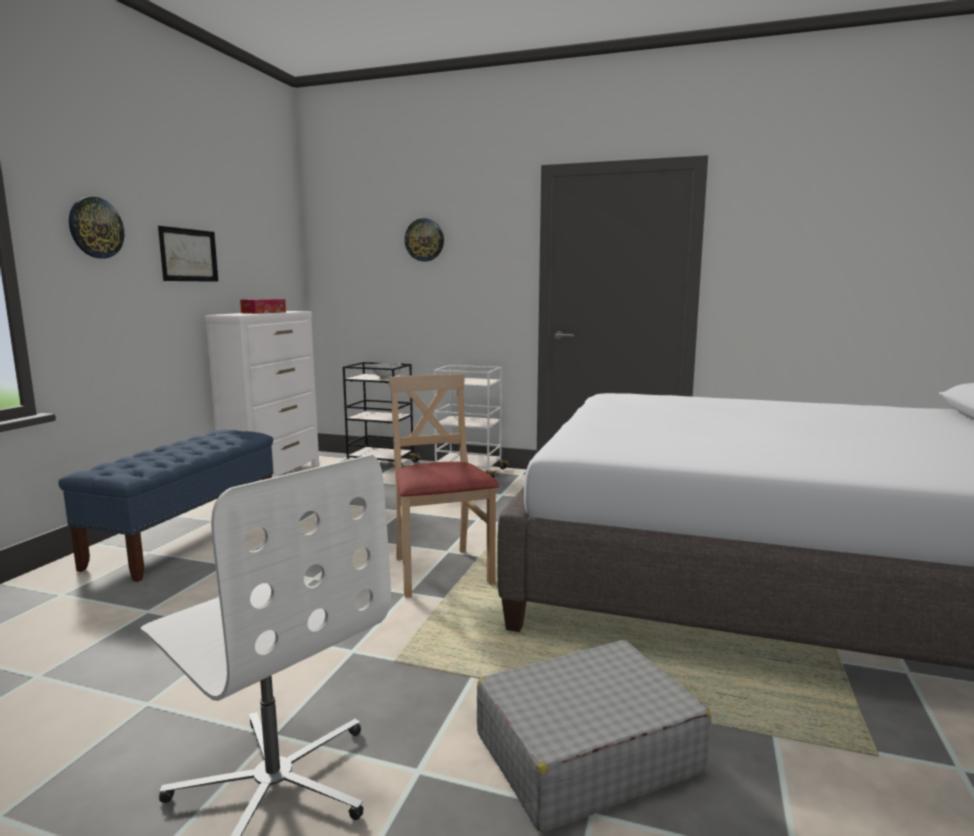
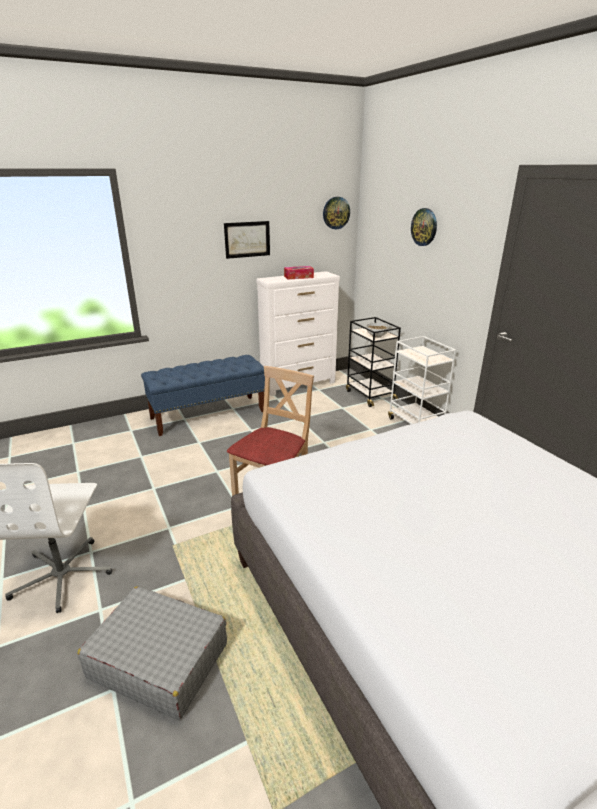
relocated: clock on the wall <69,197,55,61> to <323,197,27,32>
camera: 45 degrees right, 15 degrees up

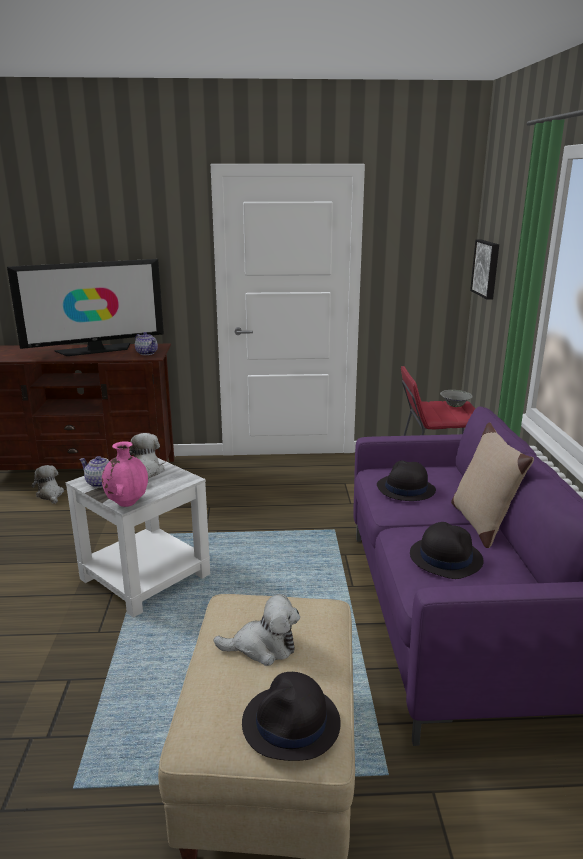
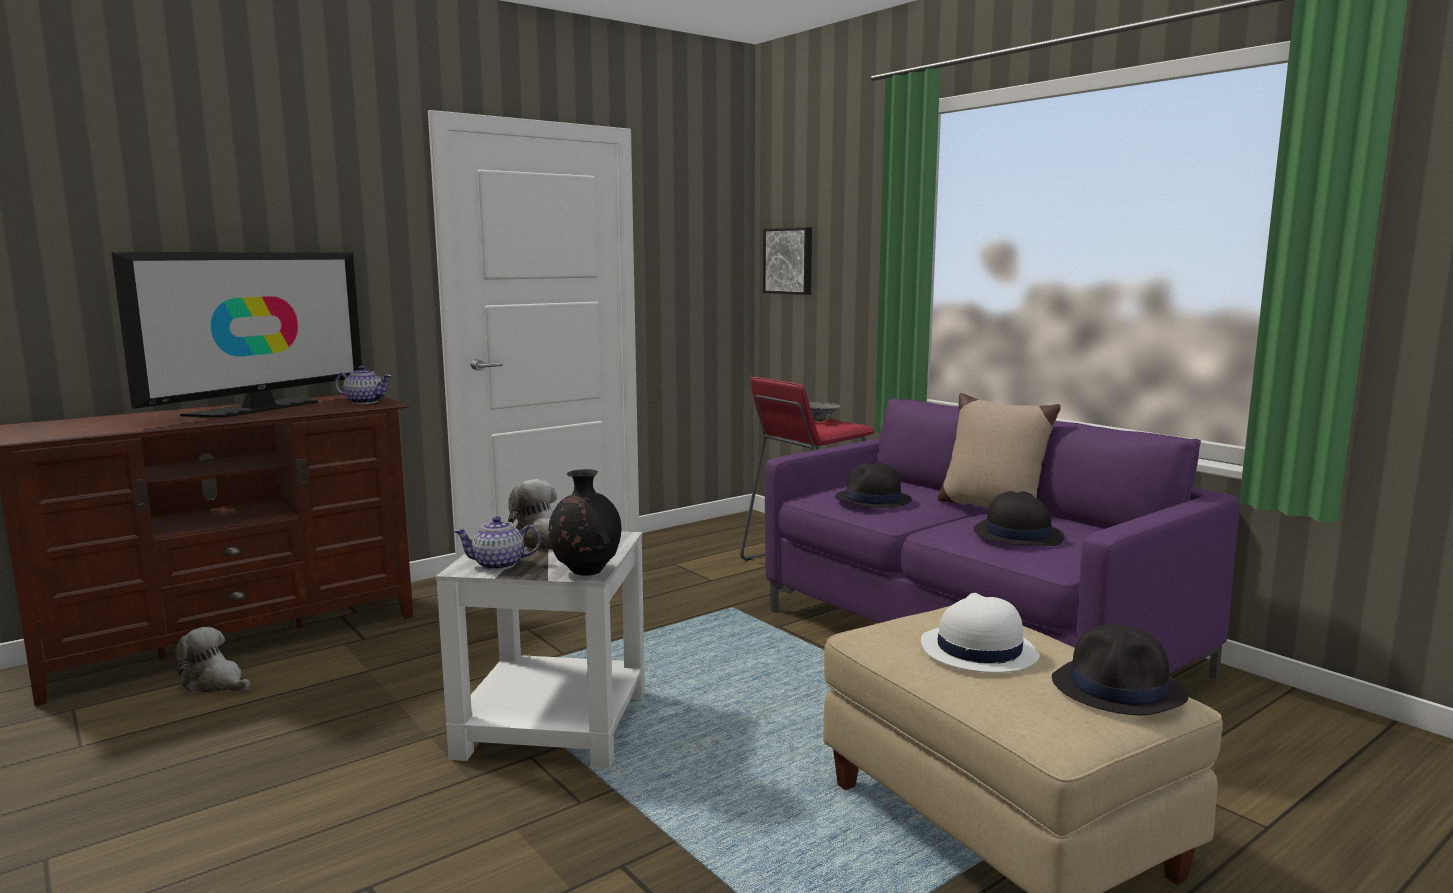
exchanged: cuddly toy <213,594,87,72> to whitish hat <921,593,119,80>
colour: pinkish flower vase <102,441,46,66> to blackish flower vase <548,469,74,107>
camera: 35 degrees left, 10 degrees down

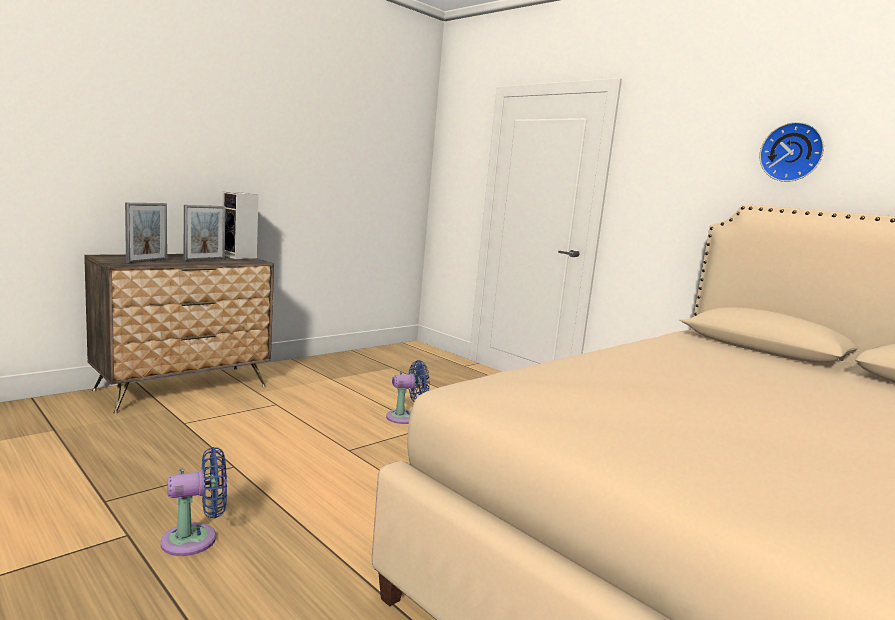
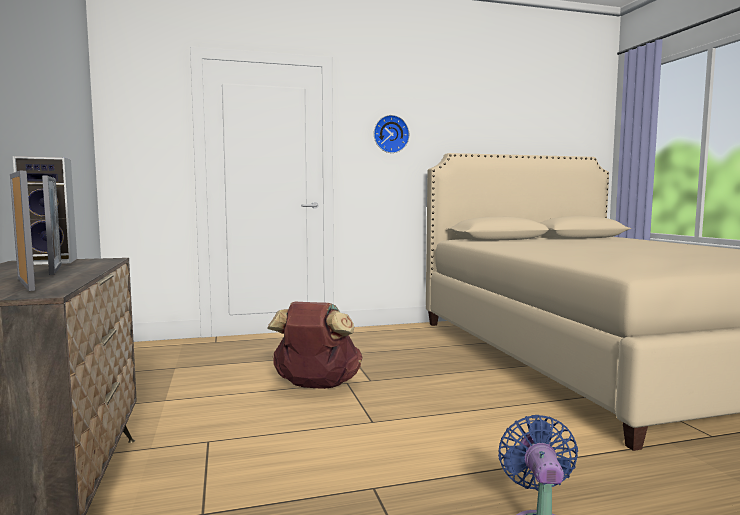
relocated: clock on the wall <759,122,65,60> to <374,115,35,38>
exchanged: blue-coloured fan <386,360,44,64> to brown rucksack <268,302,95,87>
camera: 60 degrees left, 5 degrees down

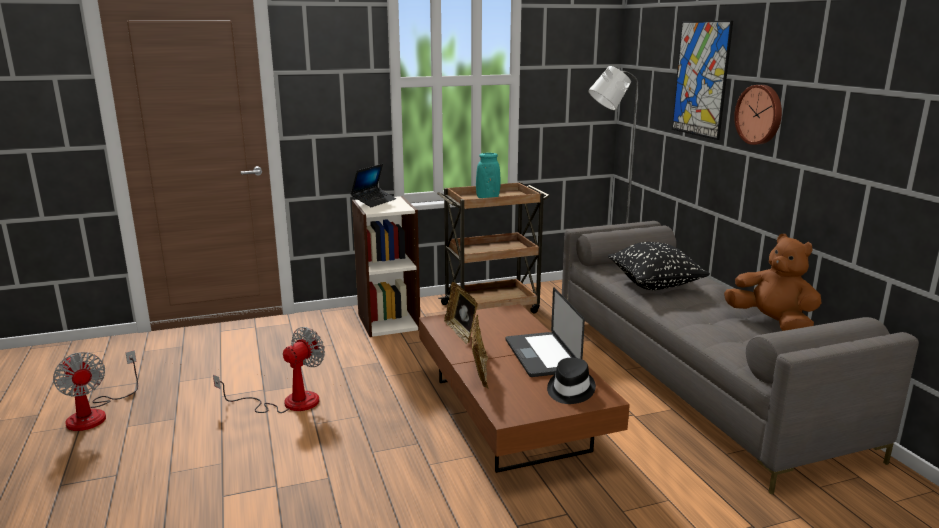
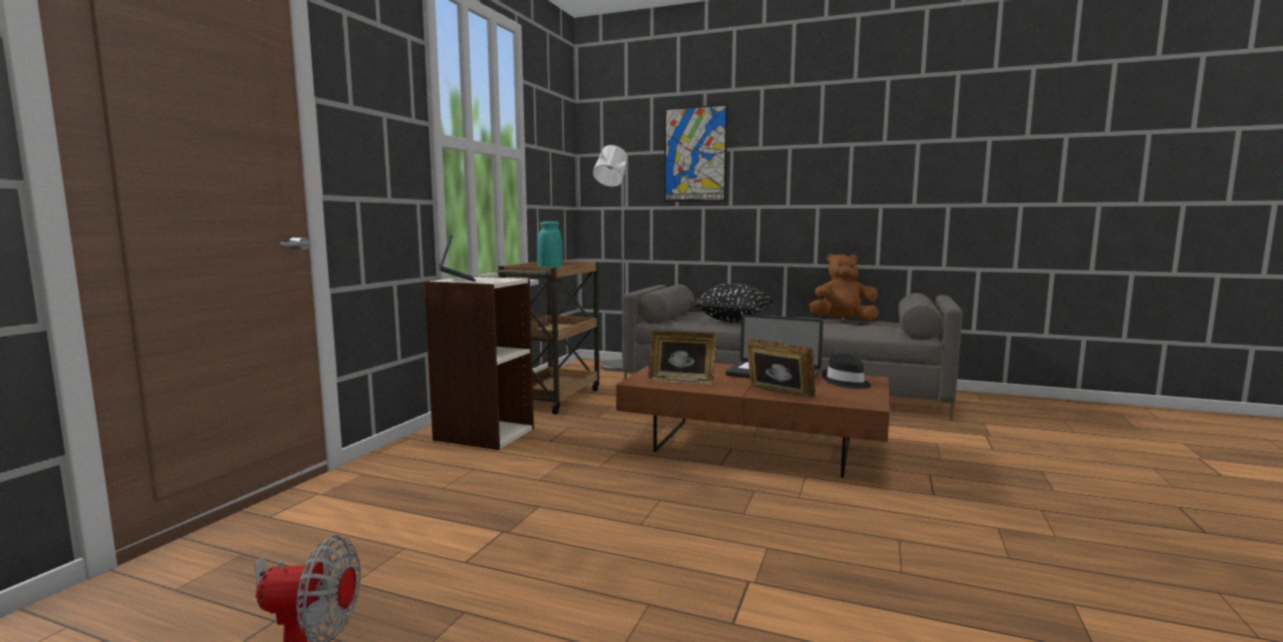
missing: fan <213,327,112,86>; clock on the wall <734,85,48,60>
camera: 50 degrees left, 10 degrees down

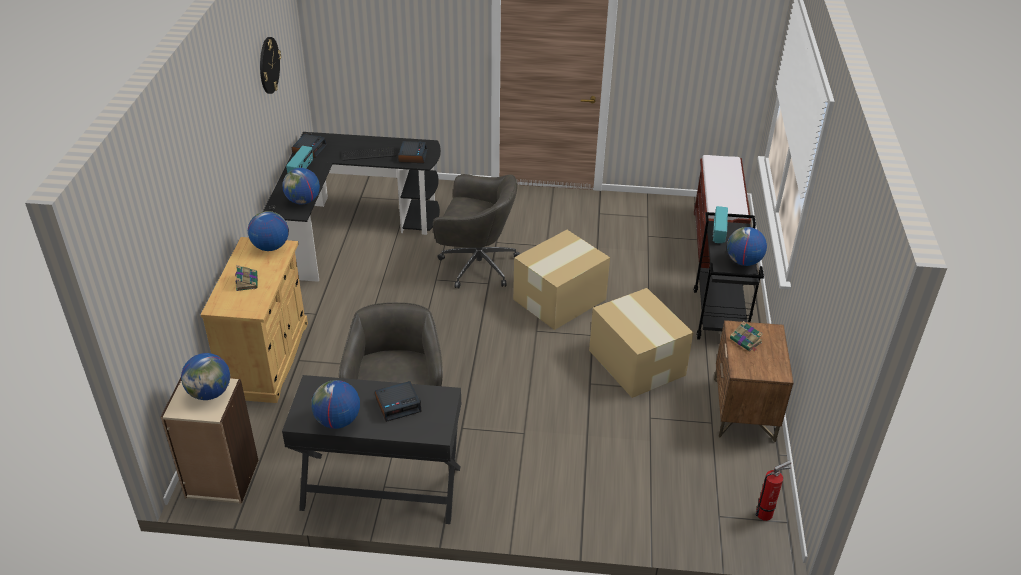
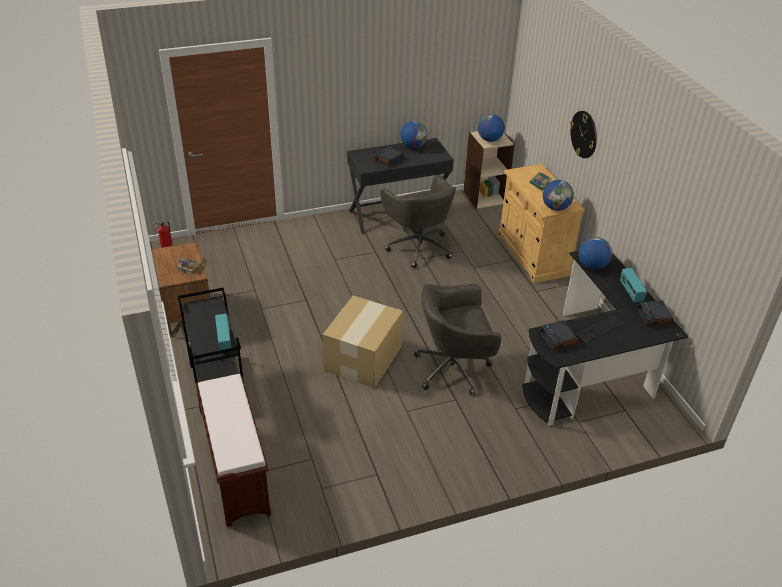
missing: cardboard box <589,288,105,110>; desk globe <727,227,40,39>
relocated: clock on the wall <260,37,21,57> to <570,111,27,47>
camera: 155 degrees right, 0 degrees up

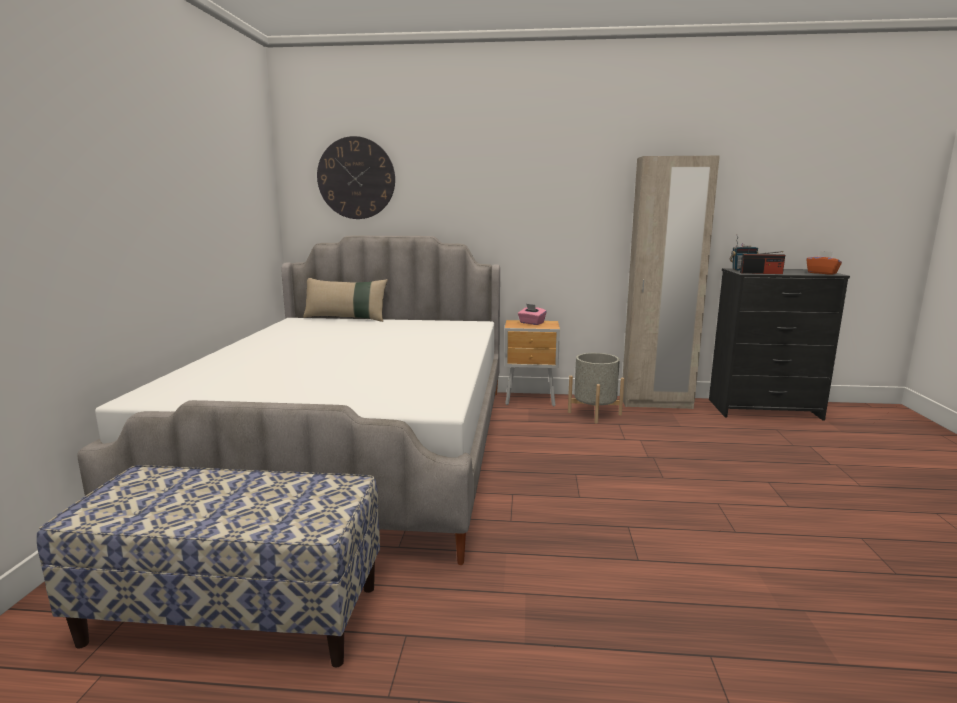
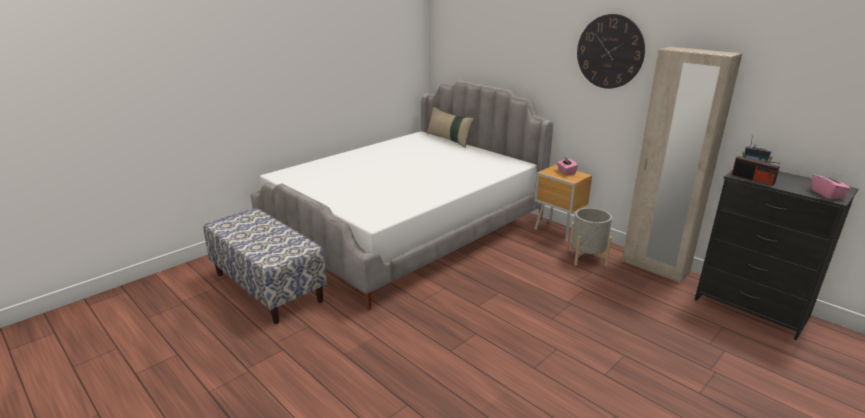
relocated: clock on the wall <317,136,78,83> to <577,14,68,75>
colour: orangey tissue holder <806,251,36,24> to pinkish tissue holder <811,171,40,28>
camera: 40 degrees right, 10 degrees up

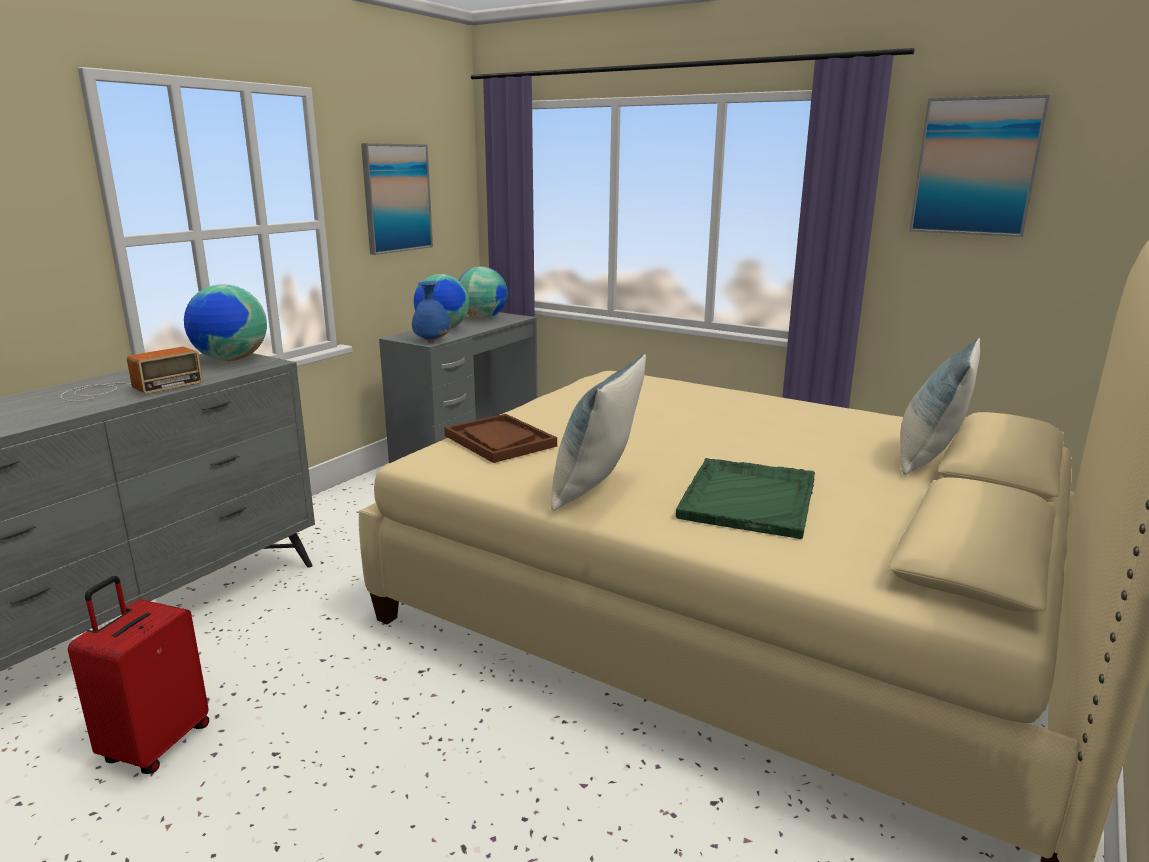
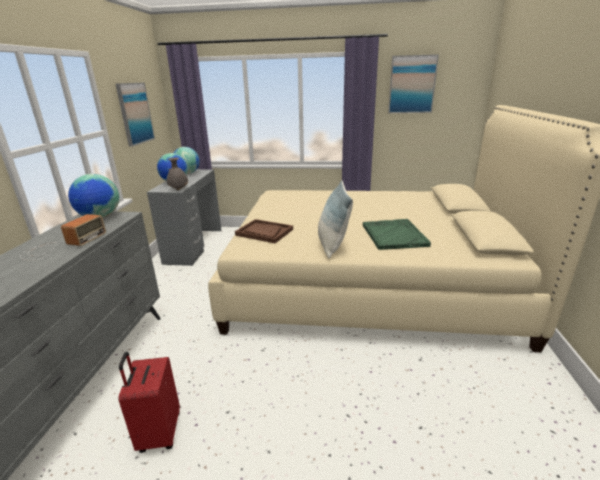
missing: pillow <900,338,80,137>
colour: blue-coloured flower vase <412,281,39,61> to greyish flower vase <167,158,21,32>
camera: 25 degrees left, 5 degrees up

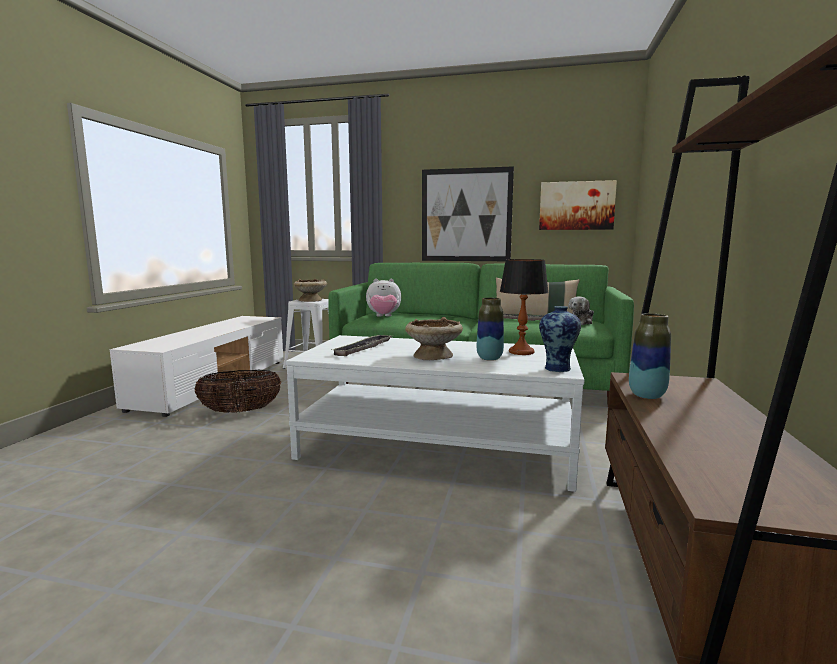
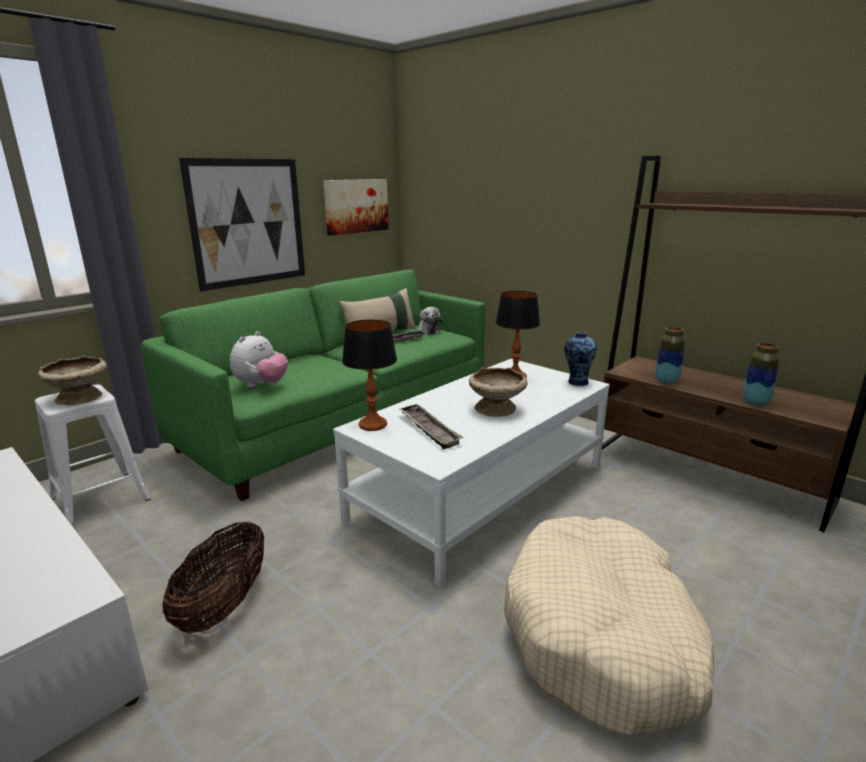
appeared: table lamp <342,320,55,111>; beige-coloured pet bed <504,516,210,219>
relocated: flower vase <477,298,27,63> to <743,343,36,63>
camera: 60 degrees left, 10 degrees up

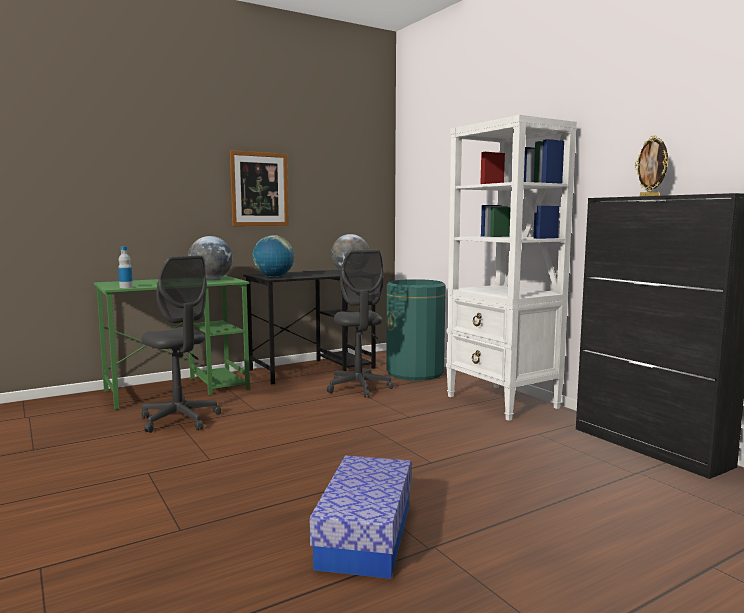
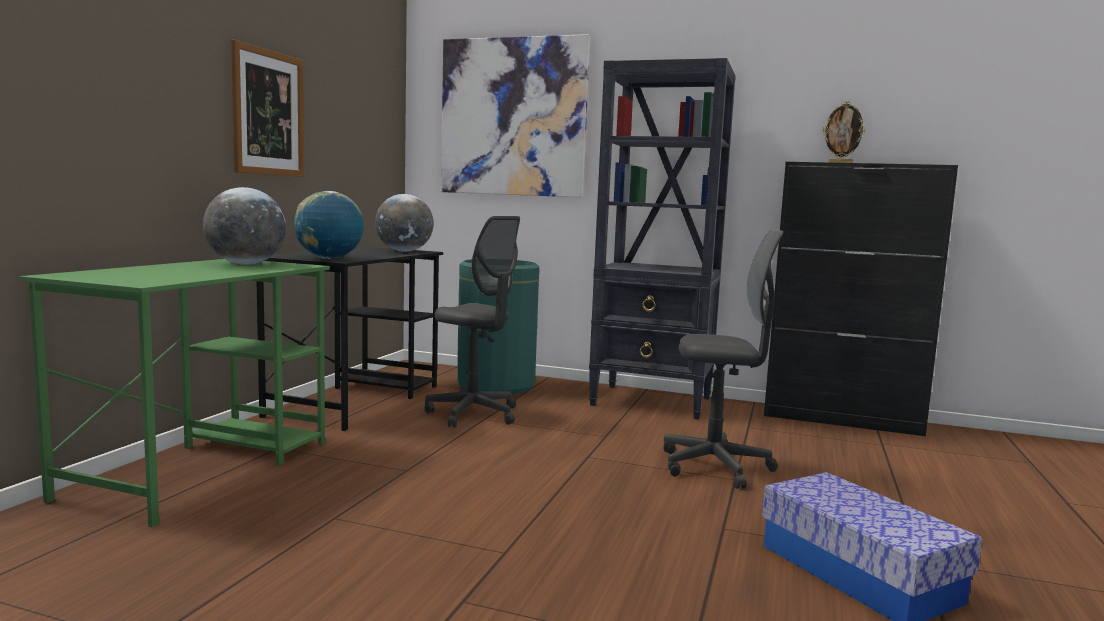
missing: bottle <118,247,15,41>
appeared: wall picture <441,34,149,163>
relocated: greyish computer chair <141,256,80,177> to <664,229,120,260>
colour: whitish bookshelf <446,115,131,306> to blackish bookshelf <589,58,146,362>
camera: 40 degrees left, 0 degrees up

